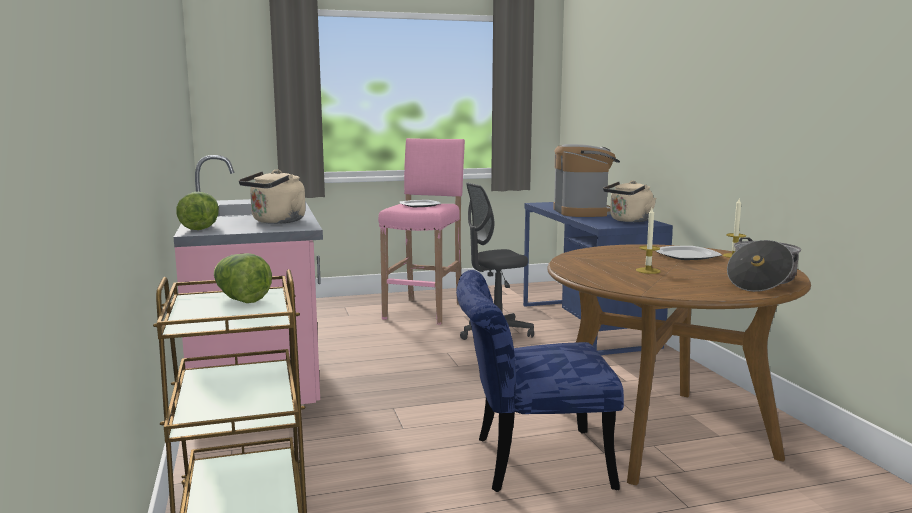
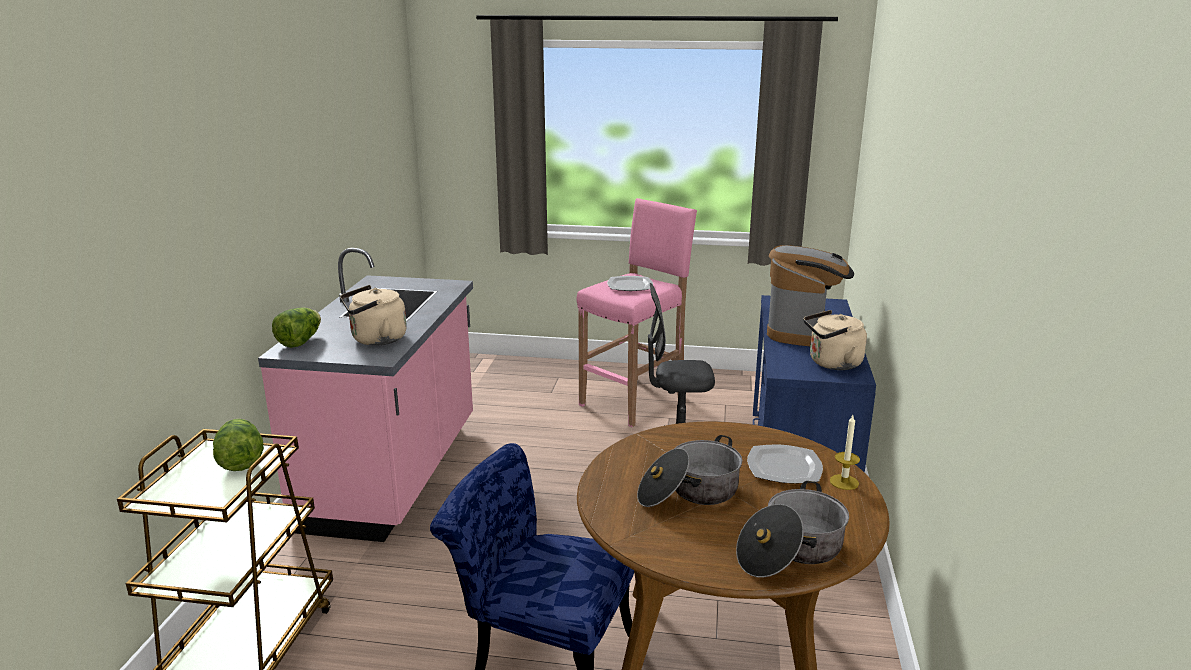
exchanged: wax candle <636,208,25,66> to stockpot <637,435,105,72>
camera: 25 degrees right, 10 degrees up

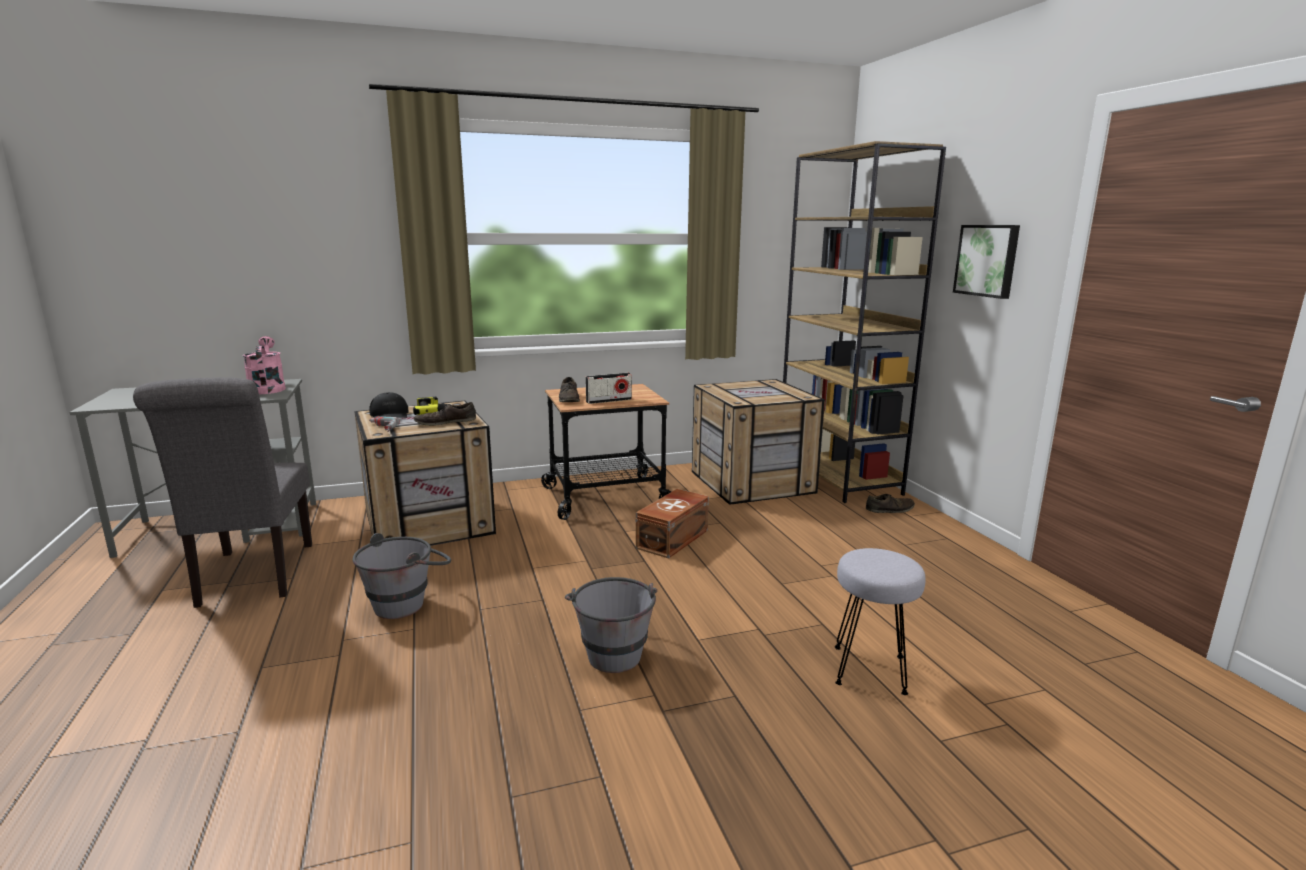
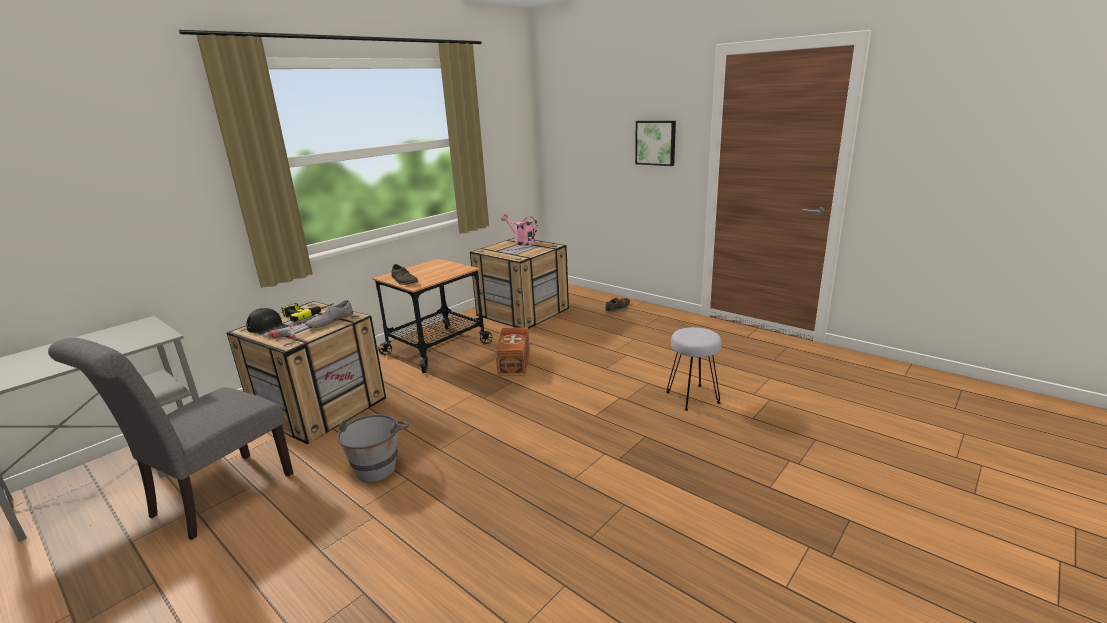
missing: greyish bucket <565,577,92,96>; radio set <586,373,46,31>; brown bookshelf <783,141,163,362>
relocated: pinkish watering can <243,336,43,58> to <501,213,37,33>
colour: brown shoe <414,402,62,24> to greyish shoe <305,300,48,28>
spun: greyish upright chair <133,377,179,231> = <48,338,245,202> 75 degrees clockwise
camera: 30 degrees left, 5 degrees up

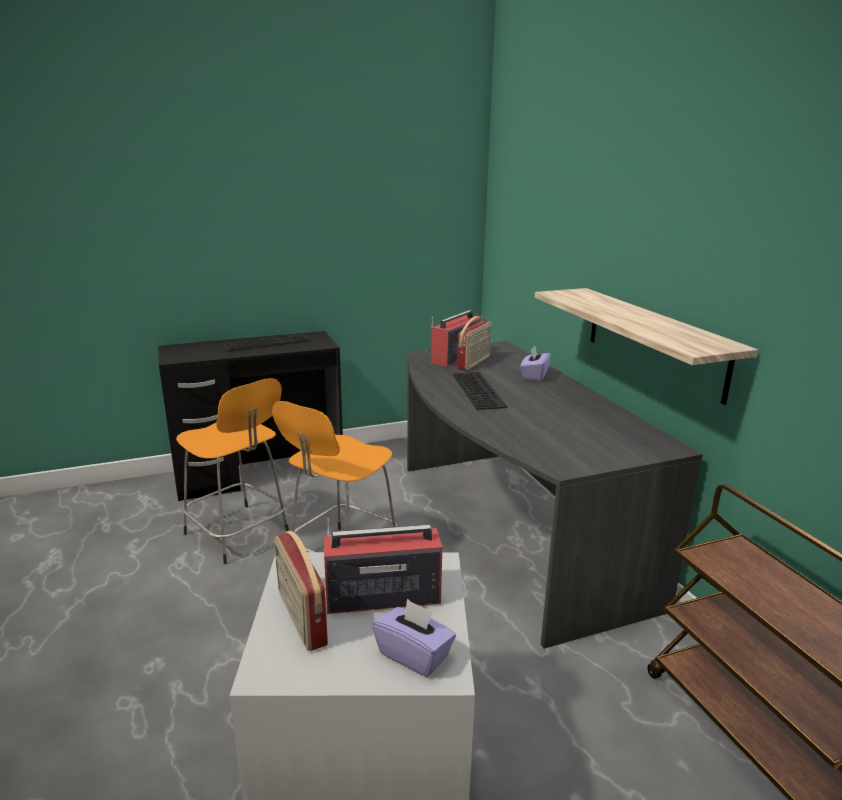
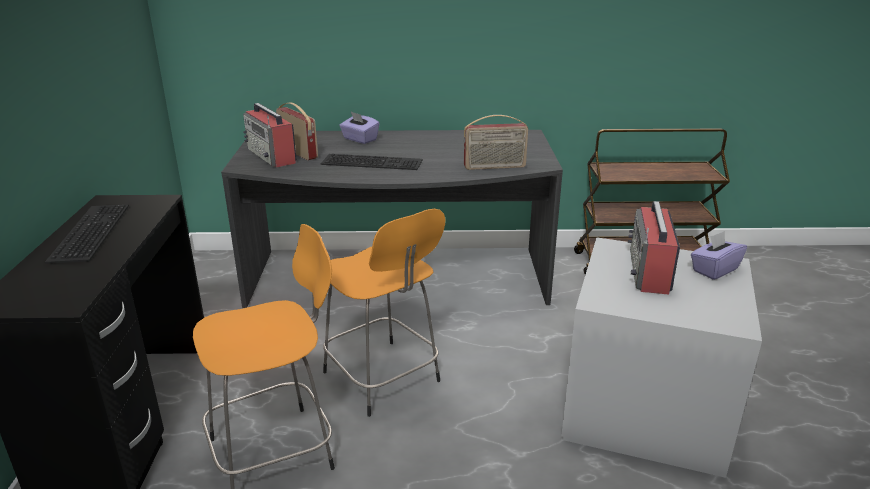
missing: shelf <535,288,223,117>
relocated: radio set <274,531,54,120> to <463,115,65,55>
camera: 70 degrees left, 5 degrees up

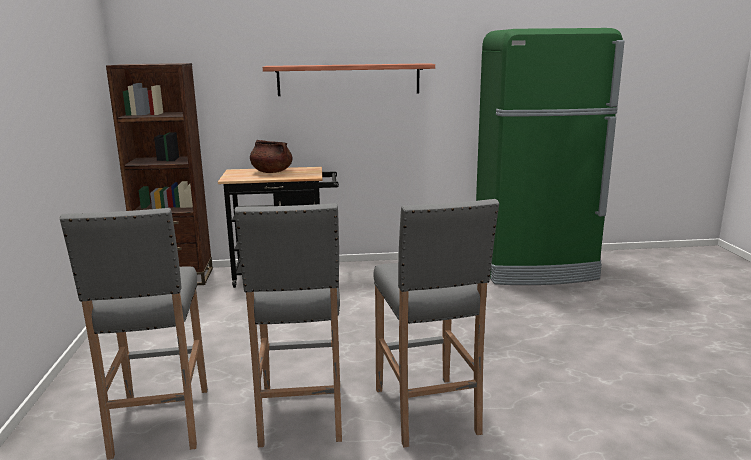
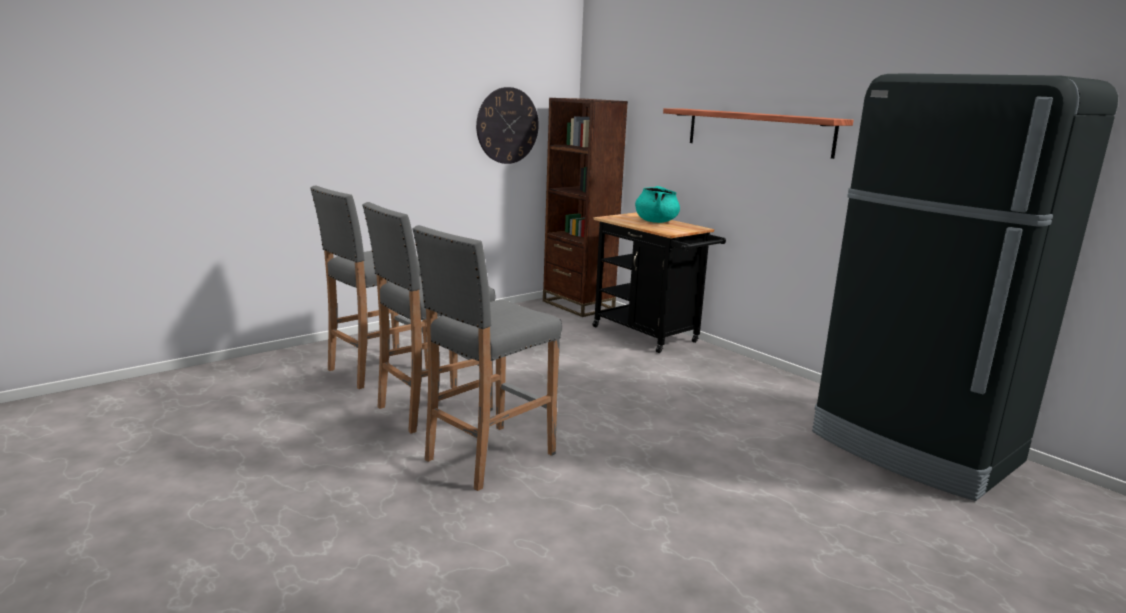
appeared: clock on the wall <476,87,63,77>
colour: brown stockpot <250,140,42,33> to turquoise-coloured stockpot <635,186,45,37>; green fridge <476,28,149,257> to blackish fridge <812,73,306,428>
camera: 55 degrees right, 0 degrees up

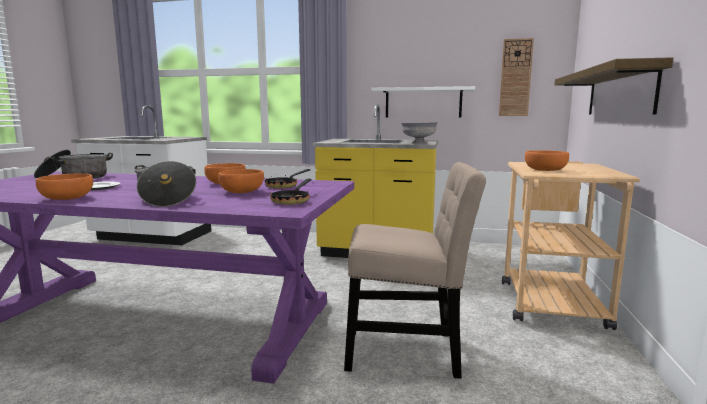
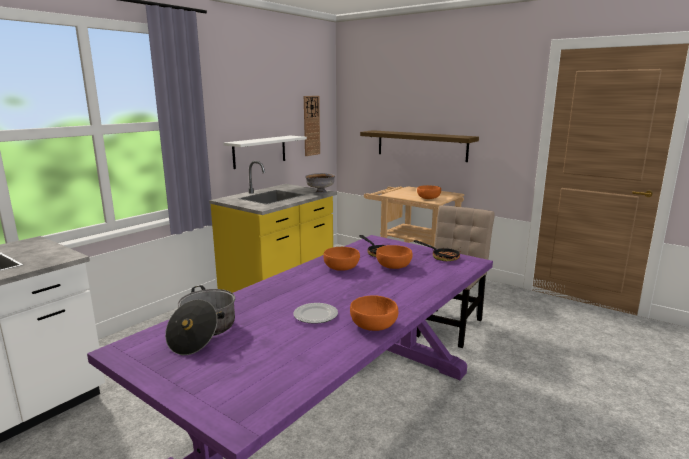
missing: stockpot <134,161,62,46>
camera: 65 degrees left, 5 degrees up

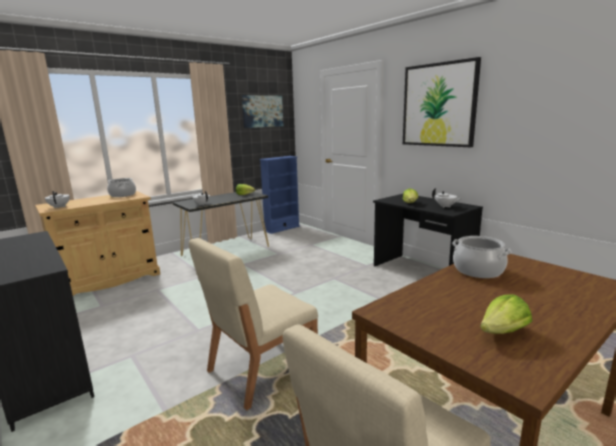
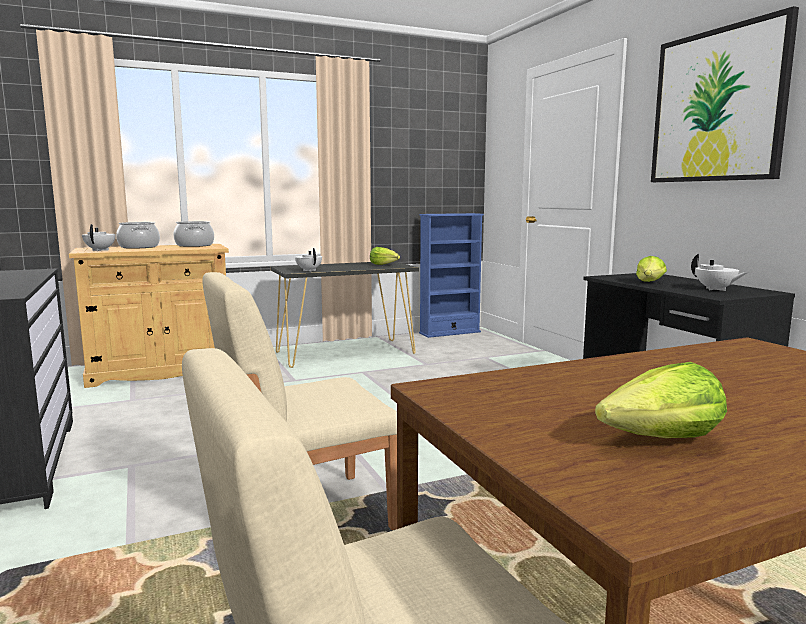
missing: wall picture <242,95,41,33>
relocated: stockpot <452,236,60,42> to <116,222,44,27>
camera: 15 degrees right, 5 degrees down

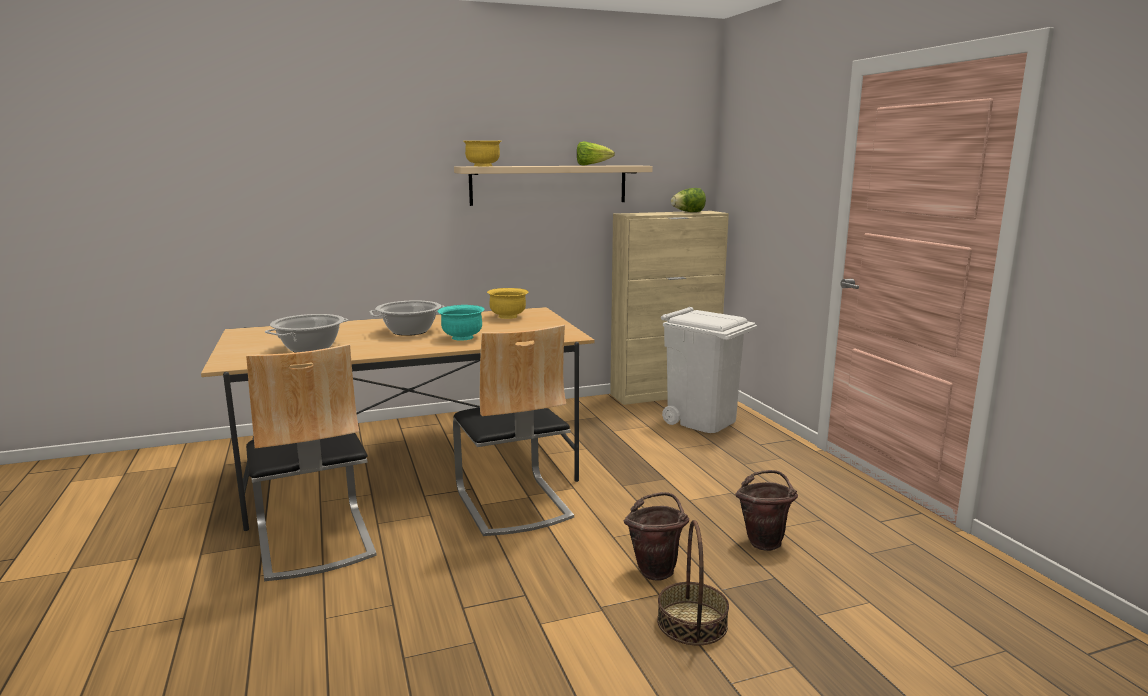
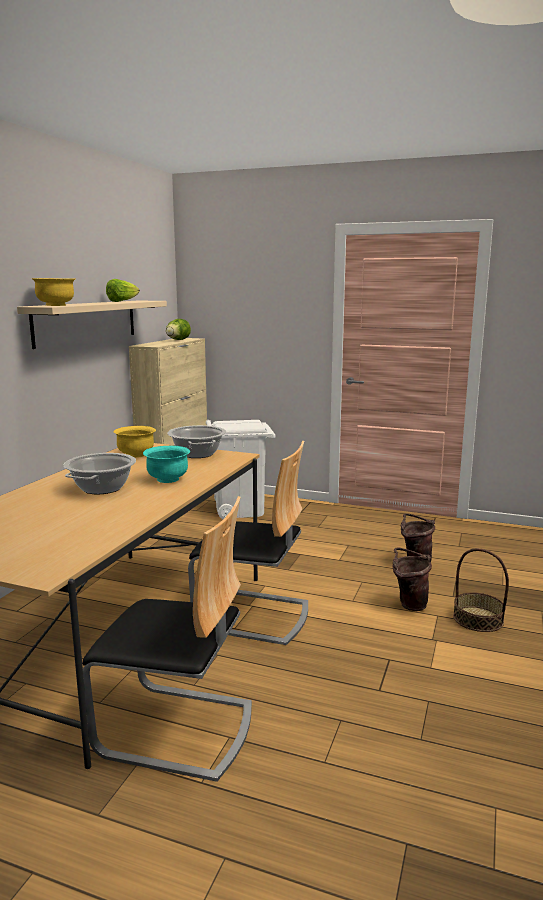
relocated: stockpot <265,314,84,39> to <168,425,58,33>
camera: 50 degrees left, 0 degrees up

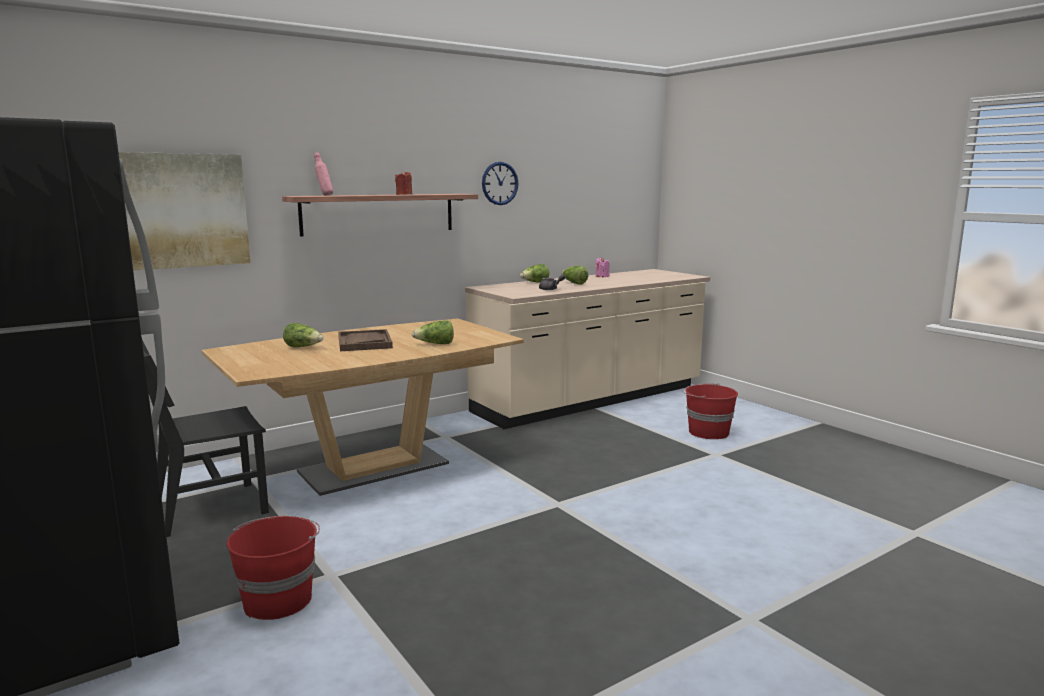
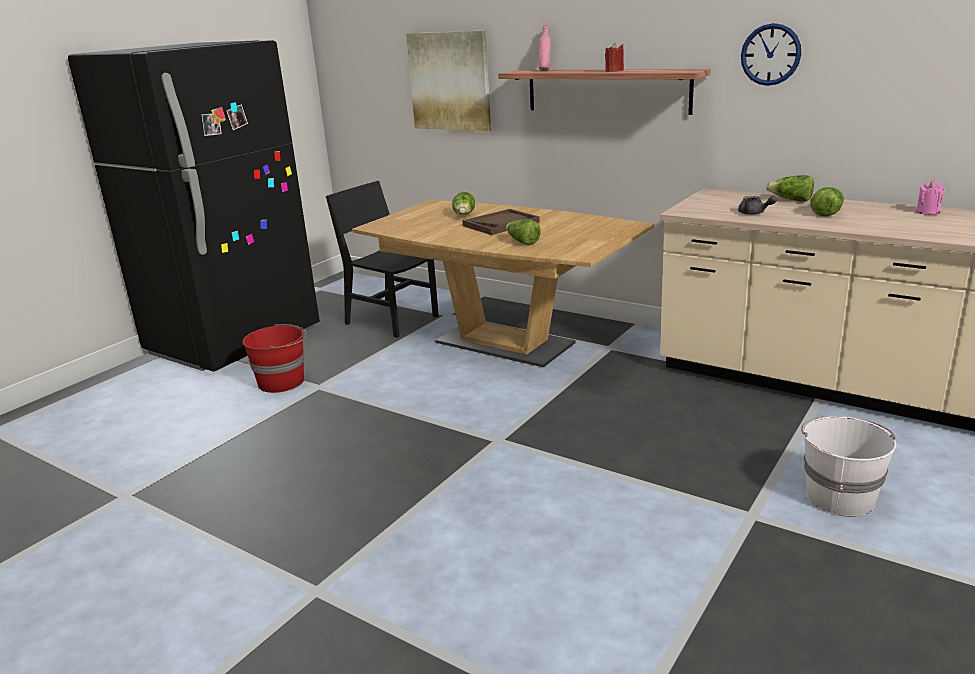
colour: red-coloured bucket <683,383,55,56> to whitish bucket <801,416,95,101>
camera: 70 degrees right, 10 degrees up

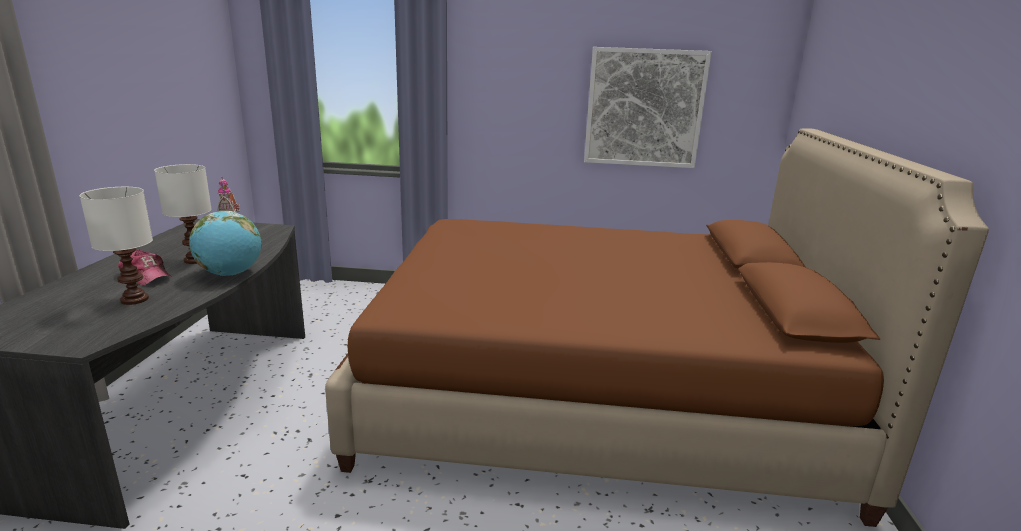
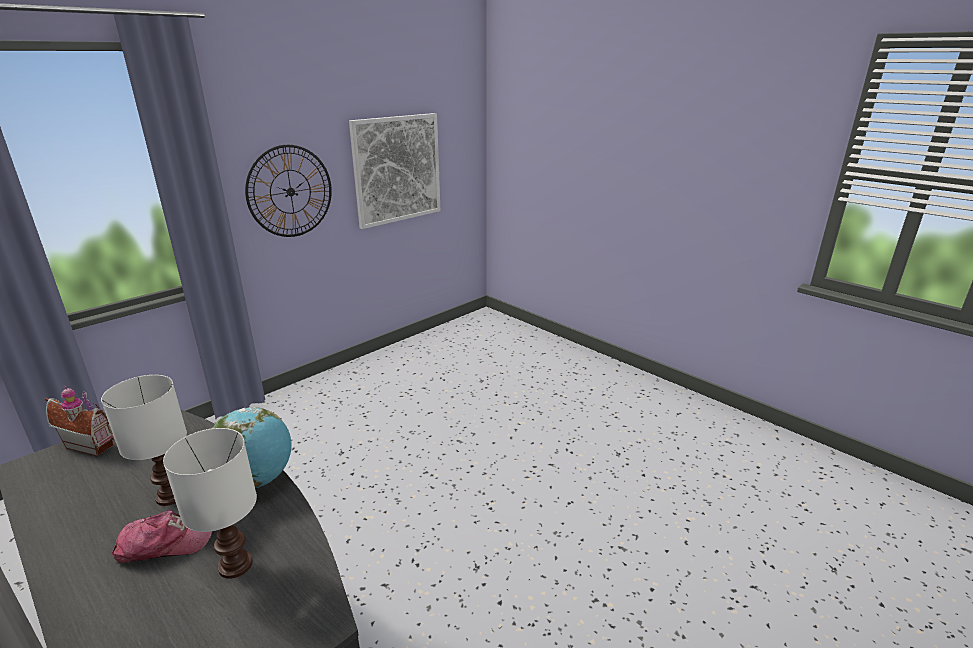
missing: brown sleeping bed <325,128,664,399>
appeared: clock on the wall <245,145,87,92>
camera: 50 degrees left, 5 degrees up

